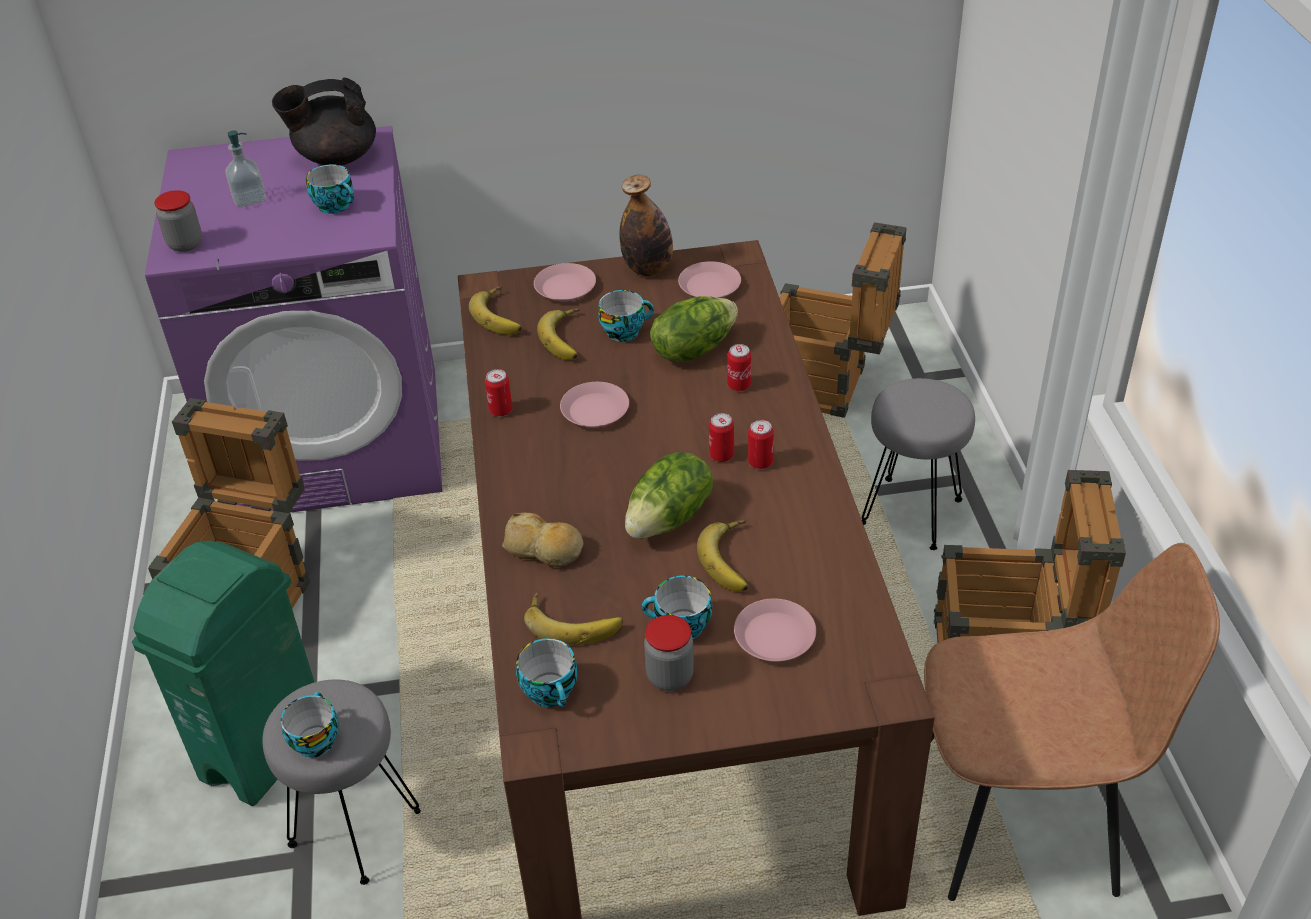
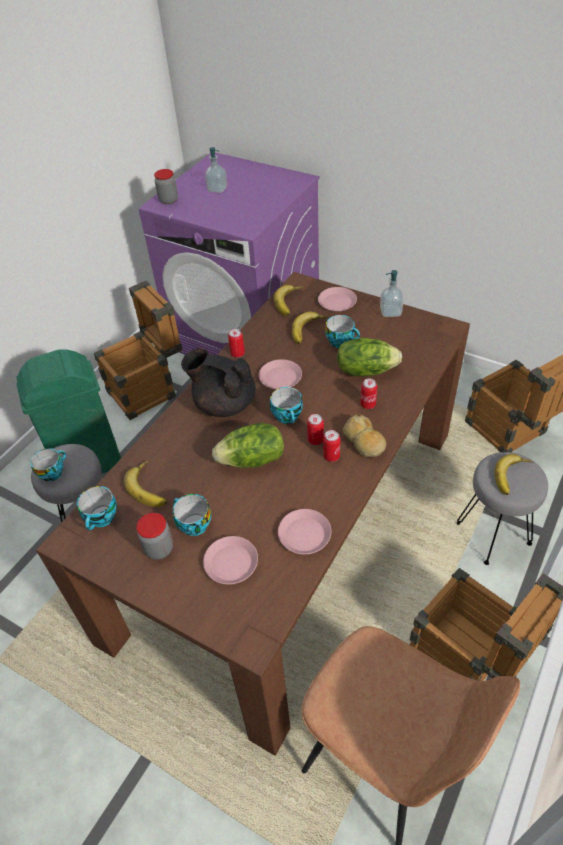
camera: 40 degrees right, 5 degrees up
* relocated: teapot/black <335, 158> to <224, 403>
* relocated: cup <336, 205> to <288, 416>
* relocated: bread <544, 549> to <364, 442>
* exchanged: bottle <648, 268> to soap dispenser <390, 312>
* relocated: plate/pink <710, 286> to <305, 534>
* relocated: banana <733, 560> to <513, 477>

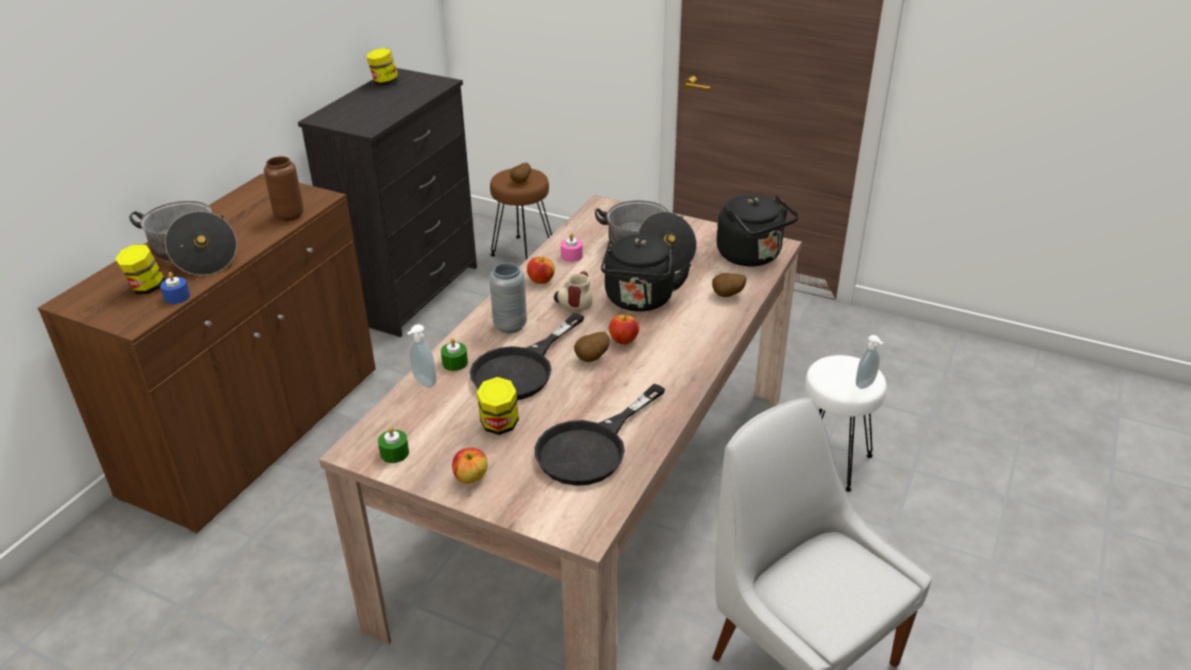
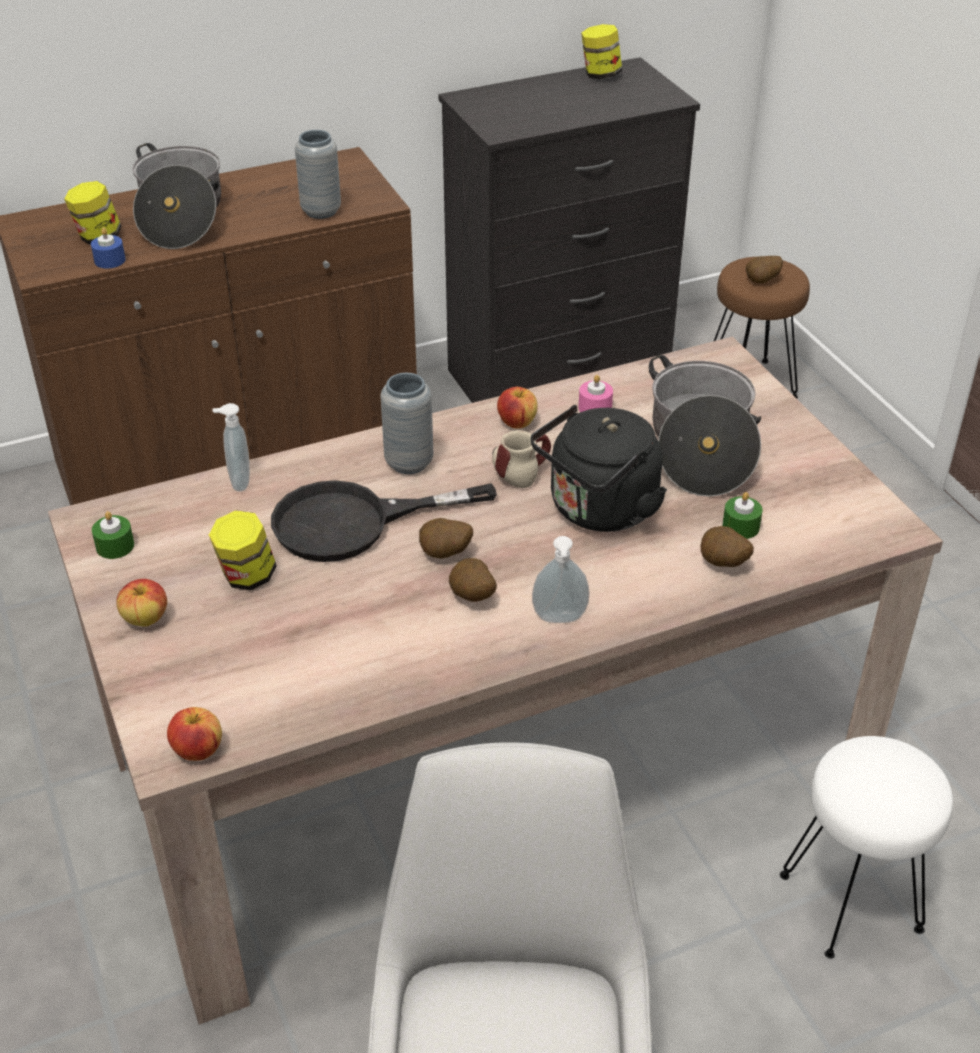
camera: 40 degrees right, 5 degrees up
* colour: vase/brown <289, 215> to vase/grey <321, 211>
* relocated: candle/green <455, 363> to <740, 527>
* missing: frying pan/black <592, 447>
* relocated: apple <623, 340> to <197, 750>
* missing: kettle/black <752, 256>
* relocated: soap dispenser <866, 385> to <559, 620>
* appeared: potato <471, 598>

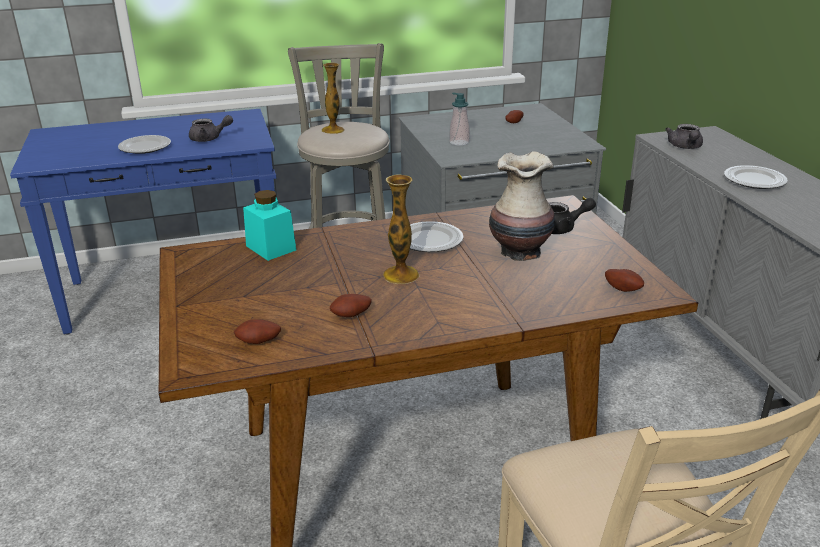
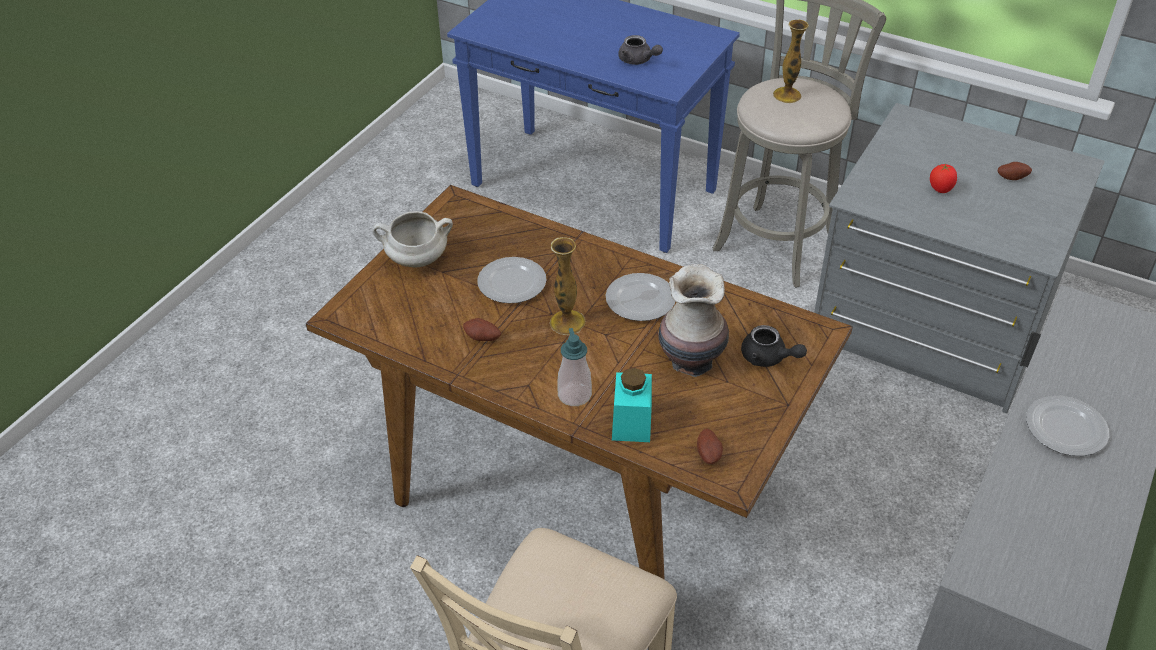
camera: 45 degrees right, 15 degrees up
* relocated: plate <145, 147> to <512, 283>
* missing: potato <259, 343>
* relocated: jar/turquoise <271, 248> to <631, 423>
* relocated: soap dispenser <459, 142> to <574, 395>
* missing: teapot/grey <685, 147>
* appeared: cooking pot/white <416, 260>
* appeared: tomato <940, 190>

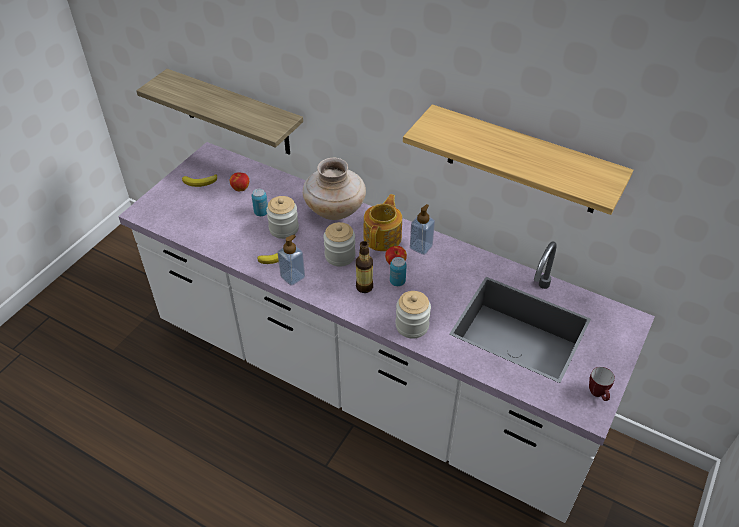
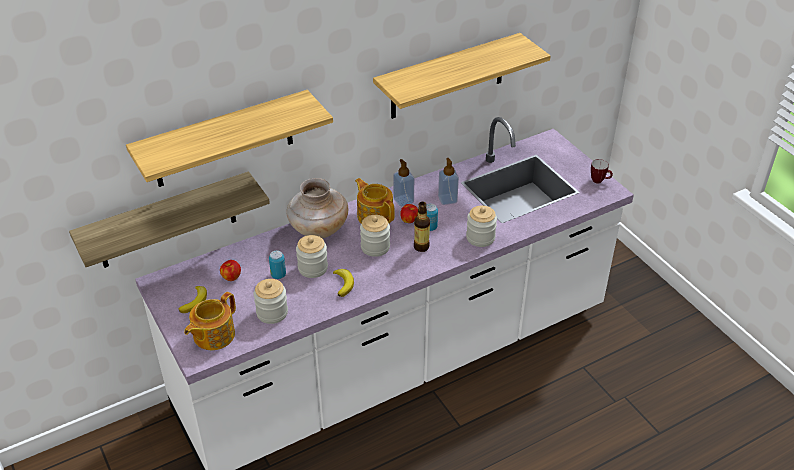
camera: 60 degrees left, 5 degrees down
* relocated: soap dispenser <292, 277> to <447, 199>
* appeared: shelf <223, 140>
* appeared: teapot <213, 335>
* appeared: jar <272, 313>

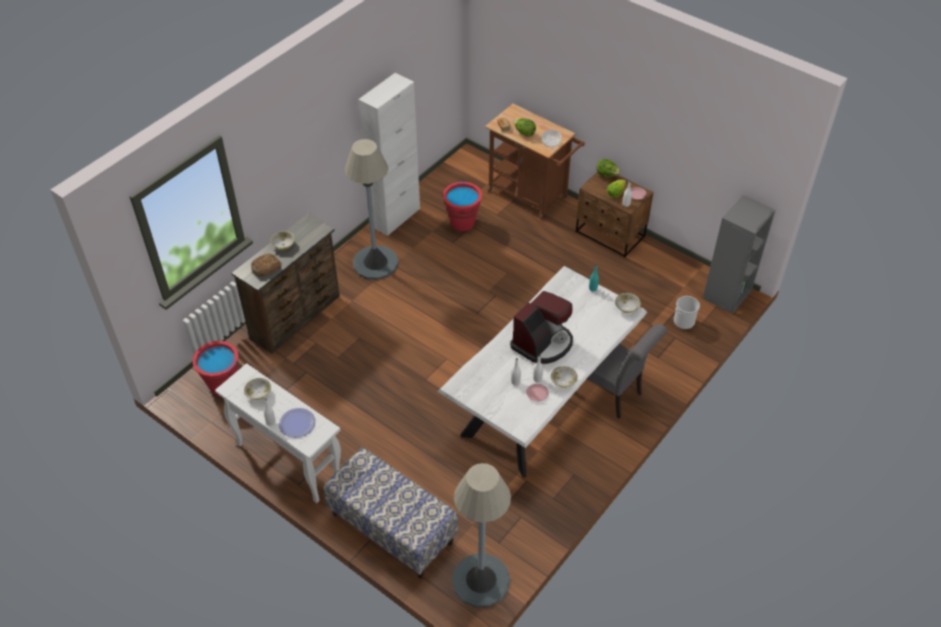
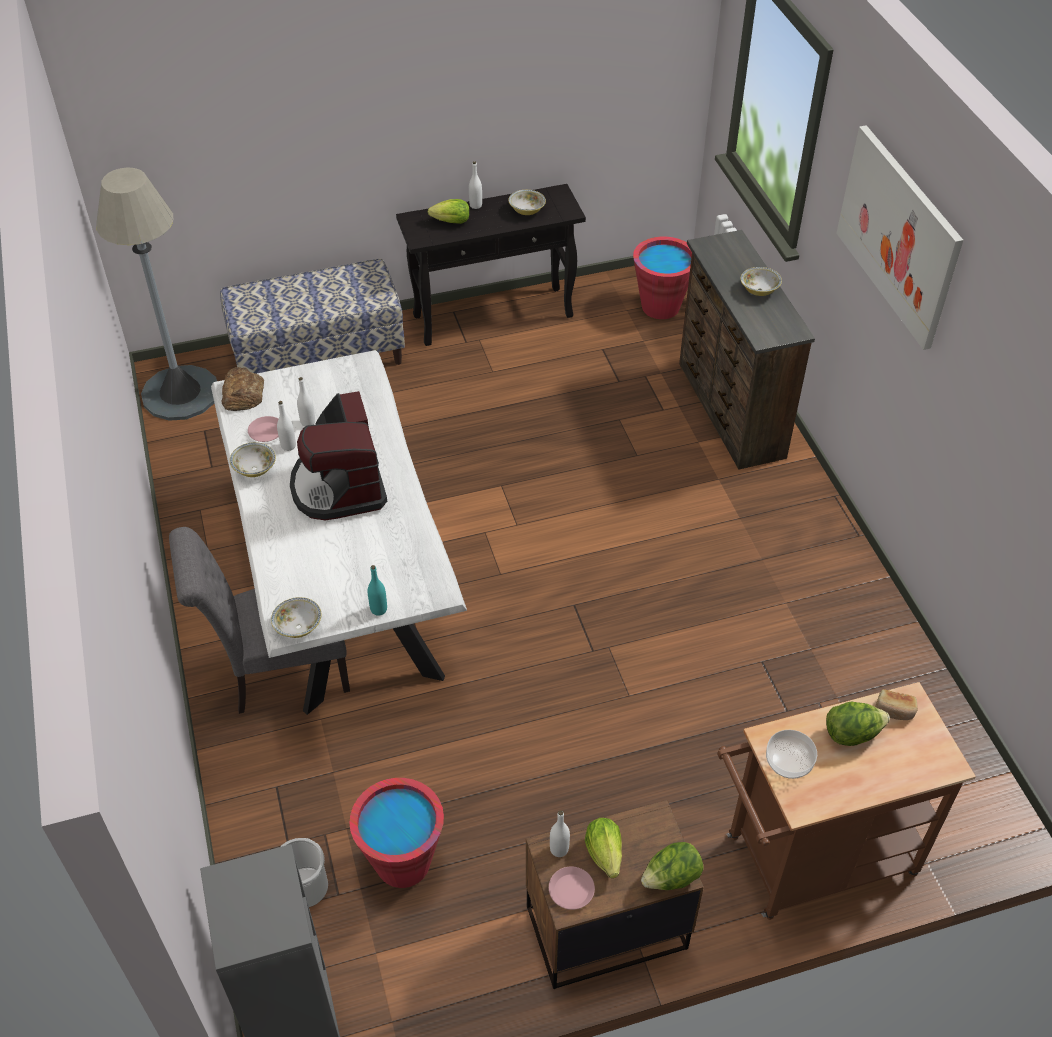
camera: 125 degrees right, 0 degrees up
* colour: console table/white <287, 461> to console table/black <494, 316>
* relocated: bread <265, 268> to <242, 394>
* exchanged: plate <297, 423> to lettuce <451, 222>
* missing: floor lamp/grey <375, 263>
* missing: cabinet/white <395, 217>
* relocated: bucket/red <462, 223> to <403, 862>
* appeared: picture <898, 235>

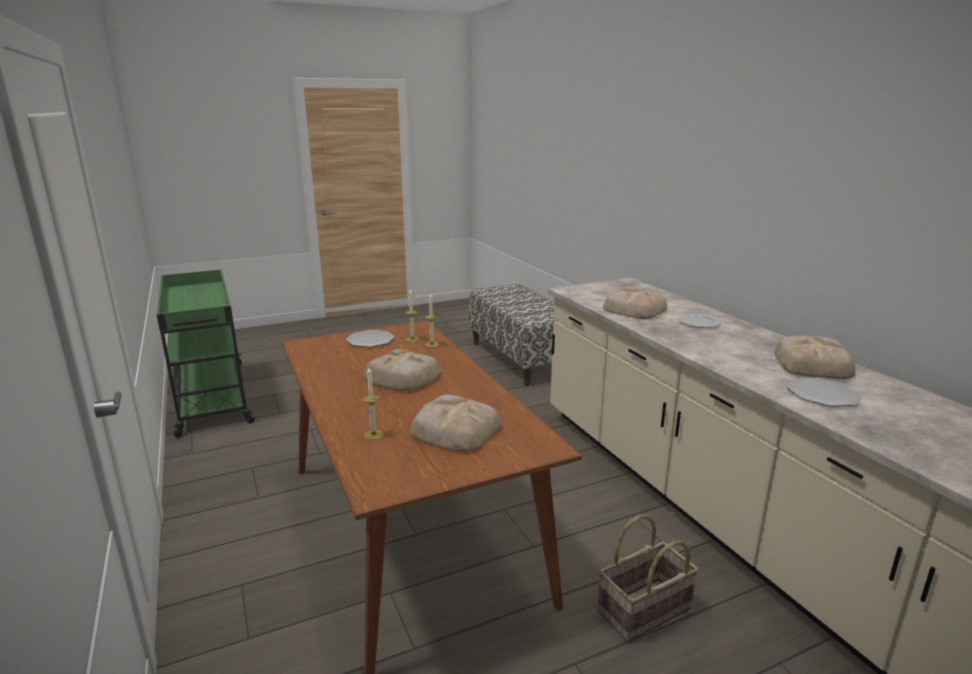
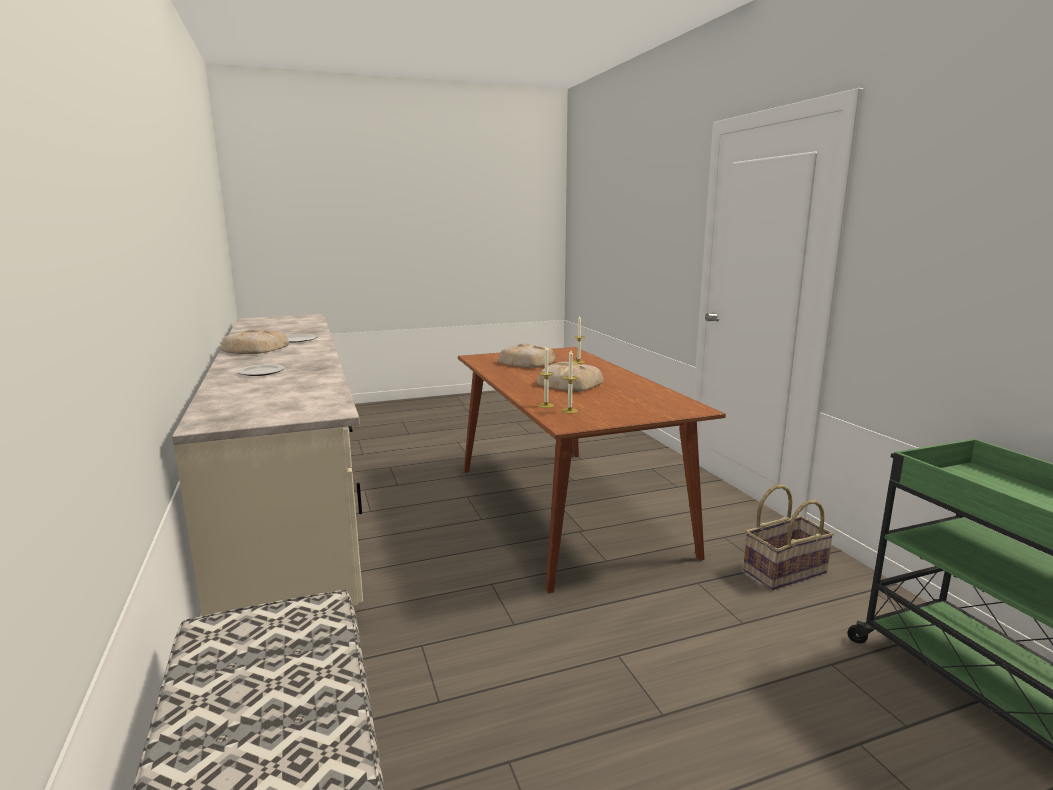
camera: 175 degrees left, 5 degrees down
* missing: plate <370, 340>
* relocated: basket <644, 611> to <784, 571>
* missing: bread <633, 309>

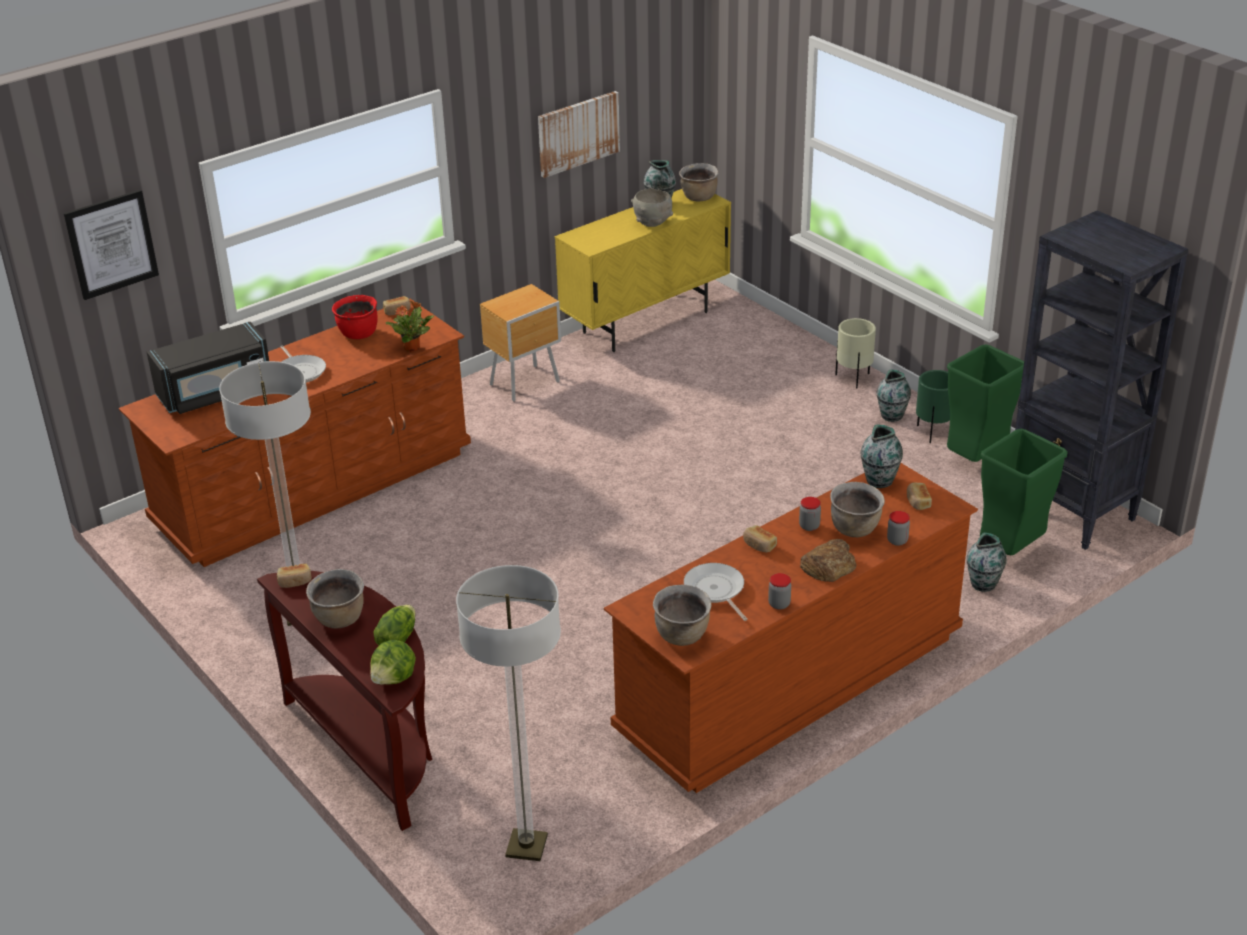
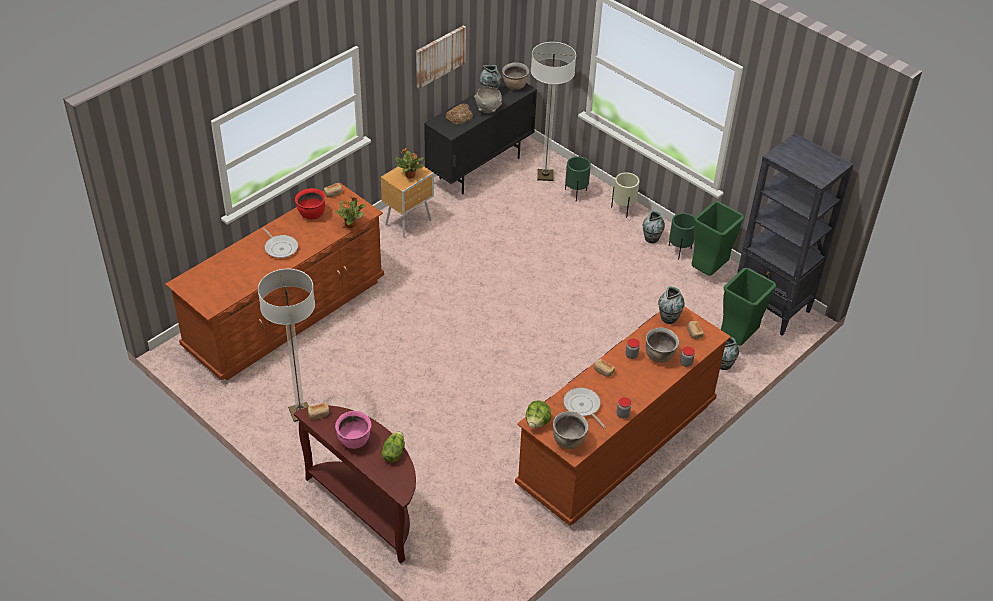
camera: 10 degrees left, 10 degrees up
* missing: picture <111, 244>
* missing: microwave/black <216, 393>
* colour: cooking pot/brown <340, 619> to cooking pot/pink <354, 441>
* relocated: lettuce <394, 679> to <537, 422>
* relocated: floor lamp <526, 846> to <545, 176>
* colour: cabinet/yellow <646, 322> to cabinet/black <480, 168>
* relocated: bread <828, 566> to <459, 117>
* appeared: potted plant <410, 176>
* appeared: planter/green <576, 194>

